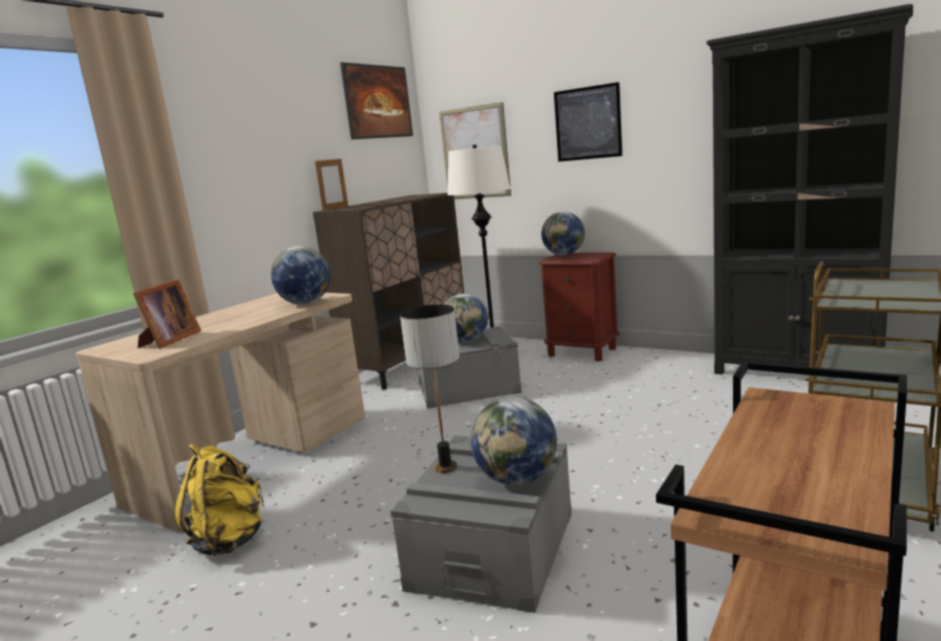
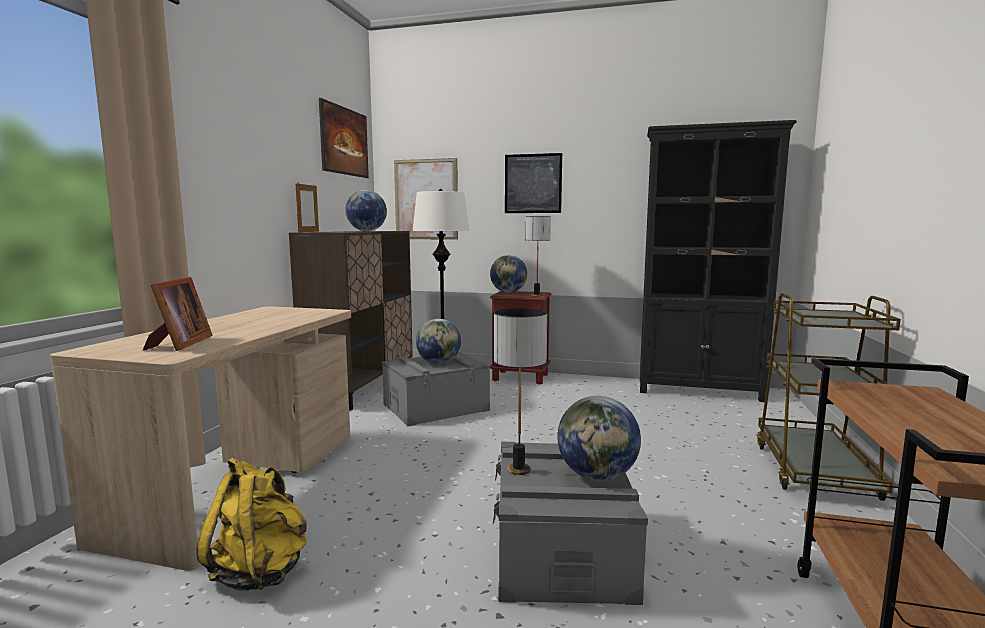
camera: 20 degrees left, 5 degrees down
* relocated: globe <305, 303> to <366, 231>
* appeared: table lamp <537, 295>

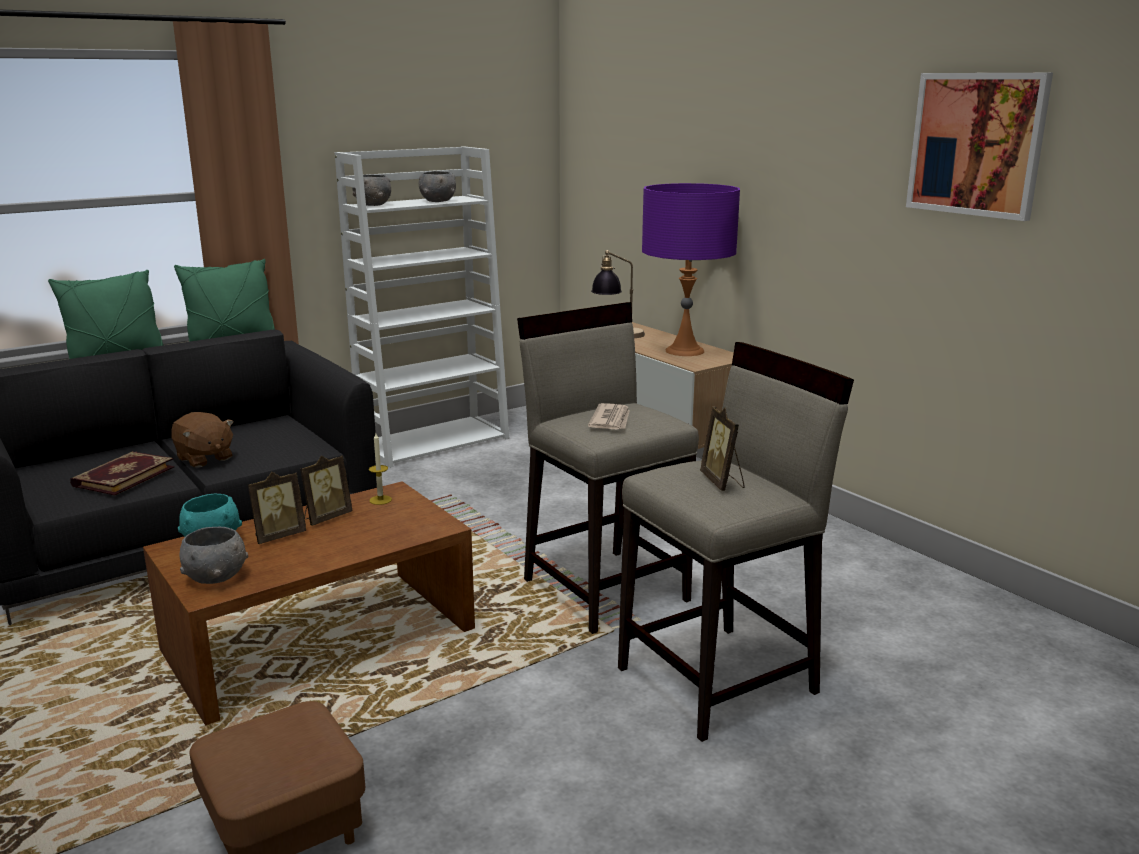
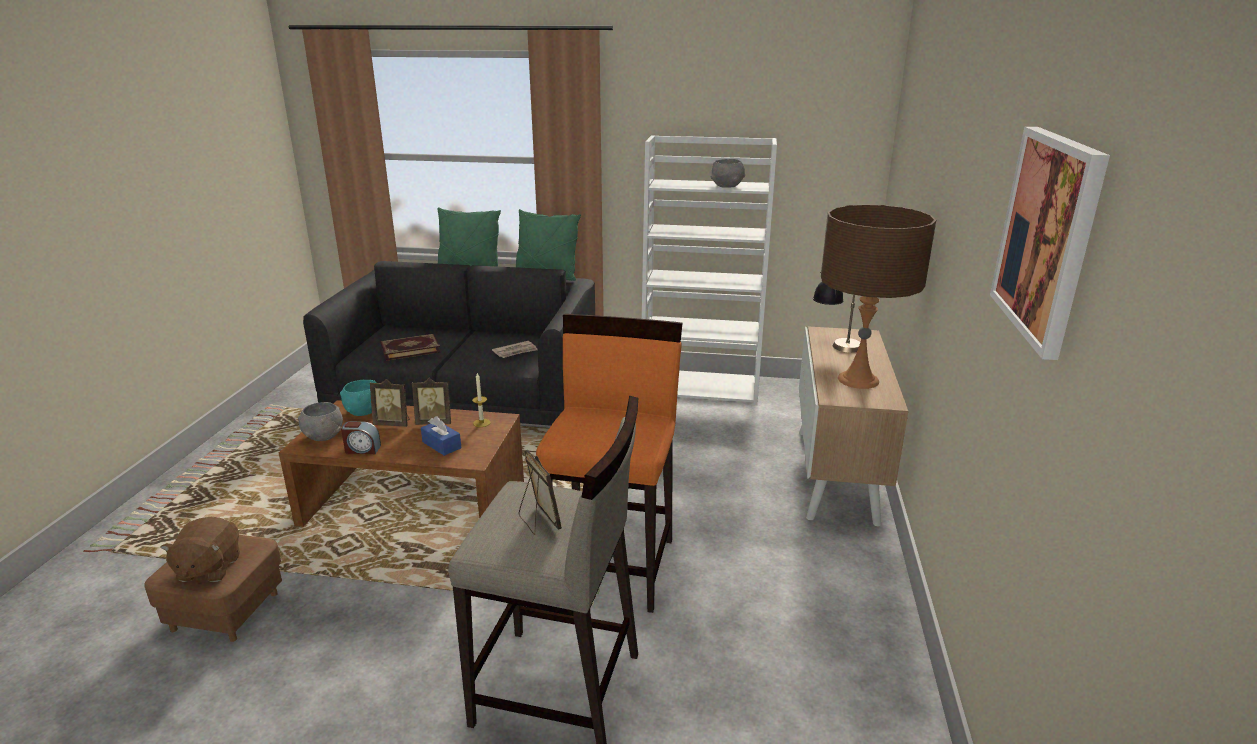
camera: 45 degrees right, 5 degrees up
* relocated: plush toy/brown <204, 458> to <208, 568>
* missing: bowl/grey <372, 205>
* colour: stool/beige <605, 589> to stool/orange <613, 566>
* relocated: newspaper <611, 420> to <515, 351>
* colour: table lamp/purple <685, 351> to table lamp/brown <858, 380>
* spun: picture frame <723, 482> = <538, 521> 120 degrees clockwise
* appeared: alarm clock <362, 449>
* appeared: tissue box/blue <441, 445>

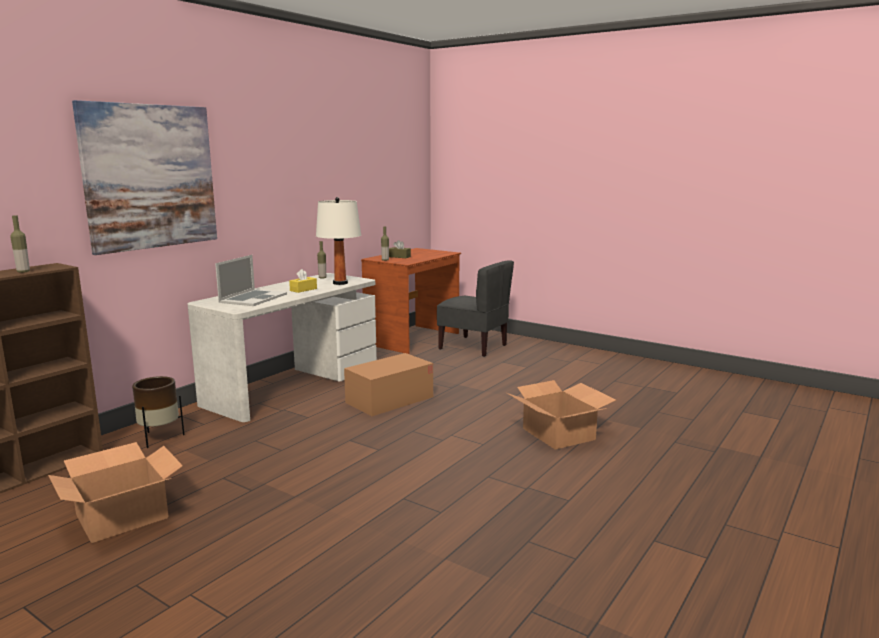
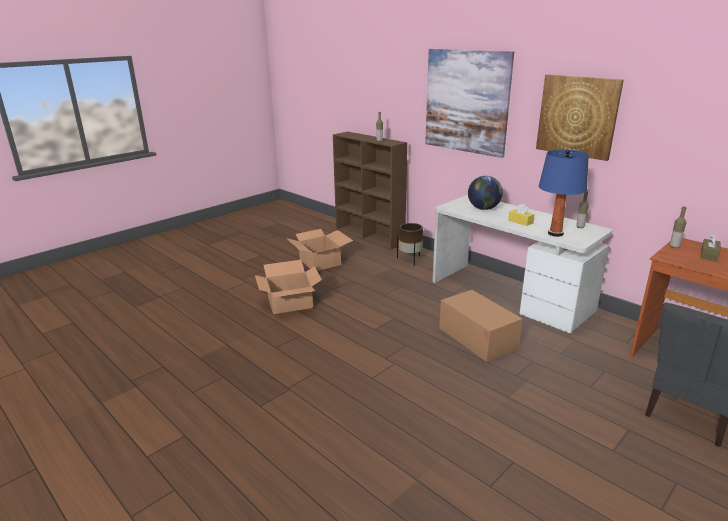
camera: 100 degrees right, 10 degrees up
* exchanged: laptop <253, 298> to globe <484, 208>
* colour: table lamp/white <340, 283> to table lamp/blue <555, 234>
* relocated: cardboard box <559, 434> to <290, 303>
* appeared: picture <577, 116>

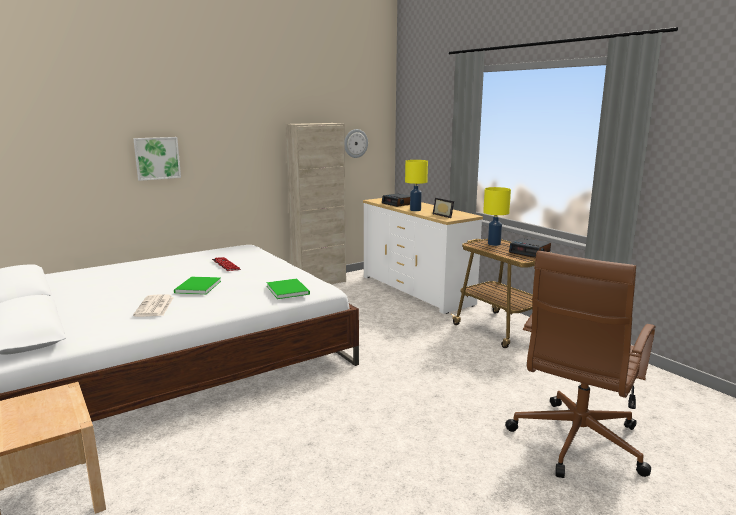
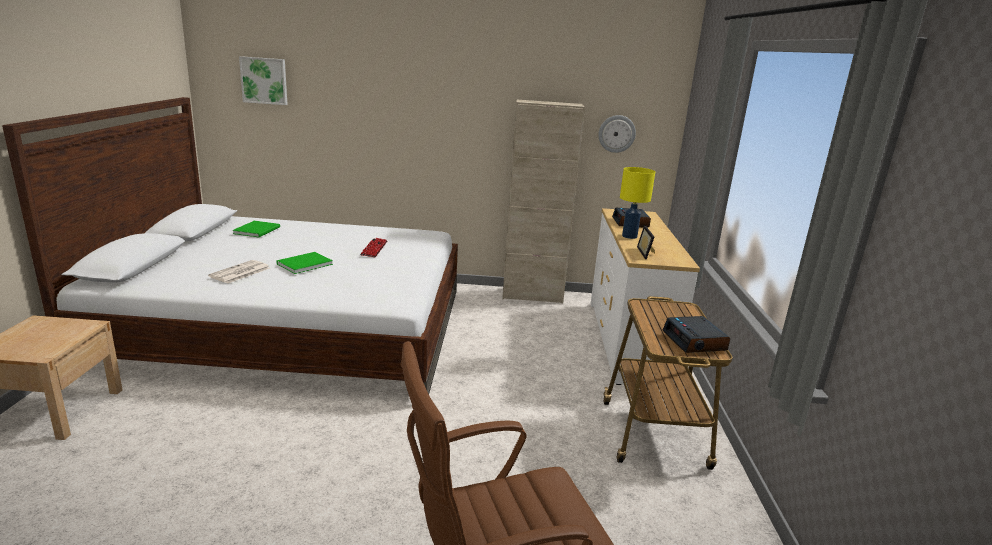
camera: 35 degrees right, 5 degrees up
* relocated: picture <157, 158> to <264, 80>
* relocated: book/green <288, 289> to <258, 230>
* missing: table lamp/yellow <494, 244>

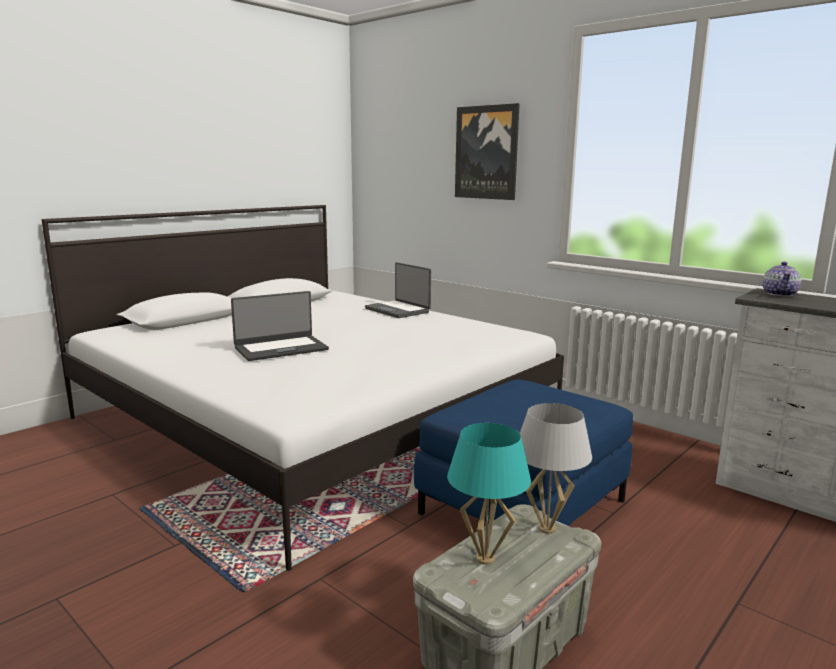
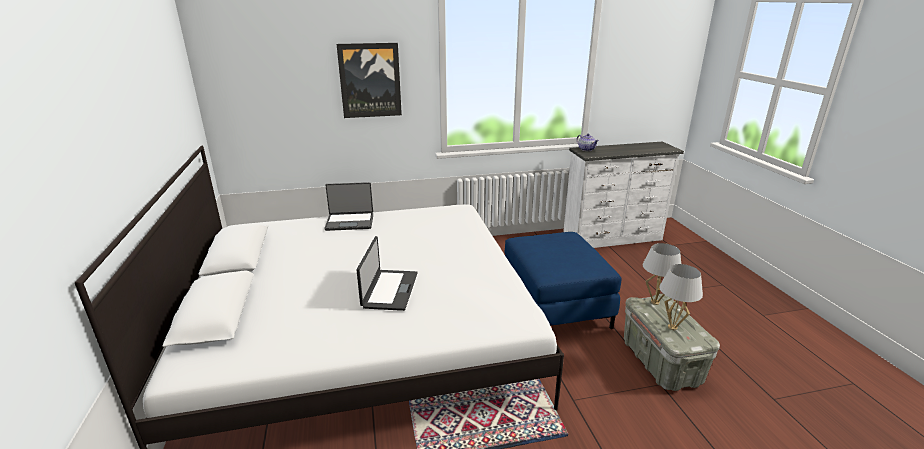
camera: 55 degrees left, 10 degrees up
* colour: table lamp/turquoise <485, 558> to table lamp/white <672, 327>

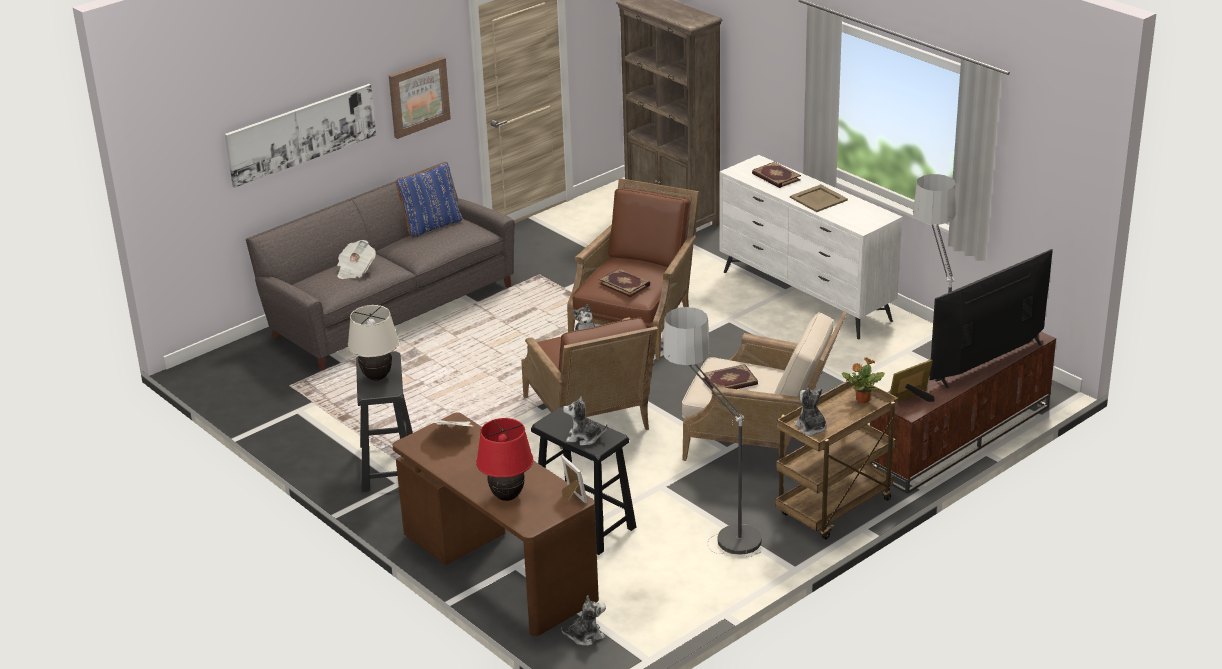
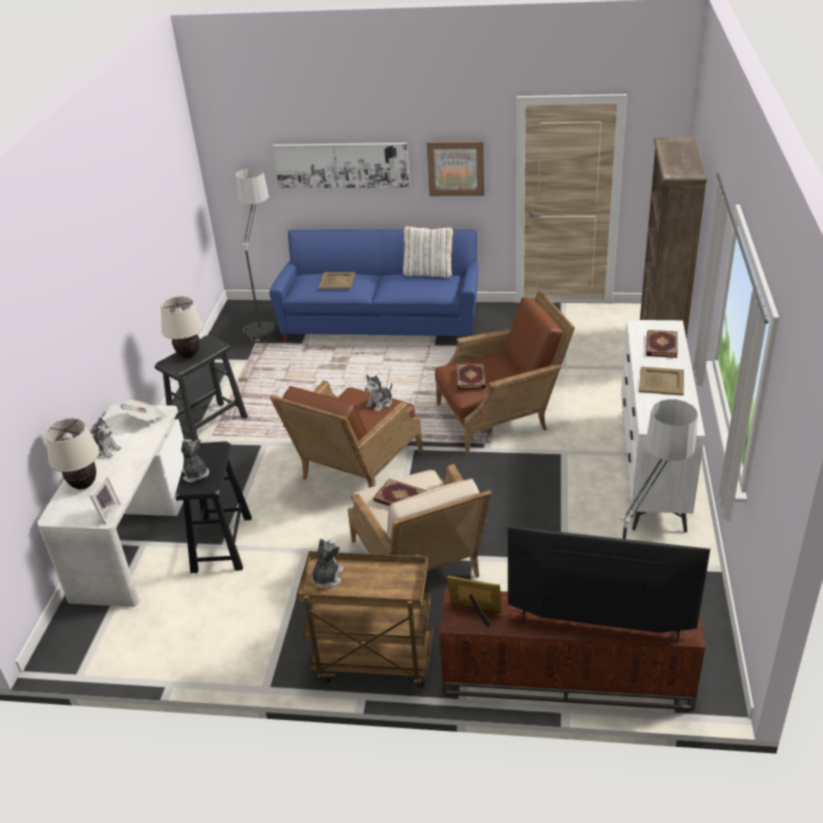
camera: 50 degrees right, 5 degrees up
* colour: sofa/grey <389, 309> to sofa/blue <381, 323>
* exchanged: newspaper <355, 270> to tray/beige <336, 281>
* colour: desk/brown <497, 568> to desk/white <134, 537>
* colour: pillow/blue <431, 225> to pillow/white <429, 273>
* colour: table lamp/red <507, 496> to table lamp/beige <84, 485>
* relocated: plush toy <585, 636> to <105, 450>
* relocated: floor lamp <713, 527> to <265, 320>
* missing: potted plant <862, 399>

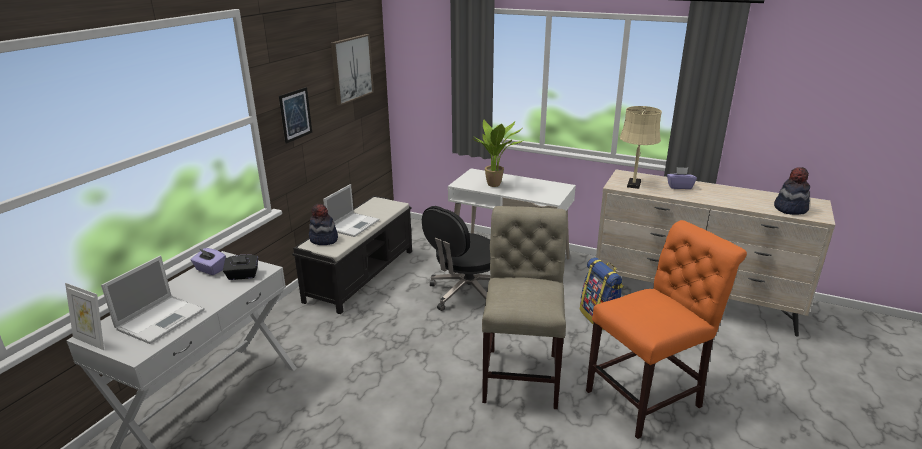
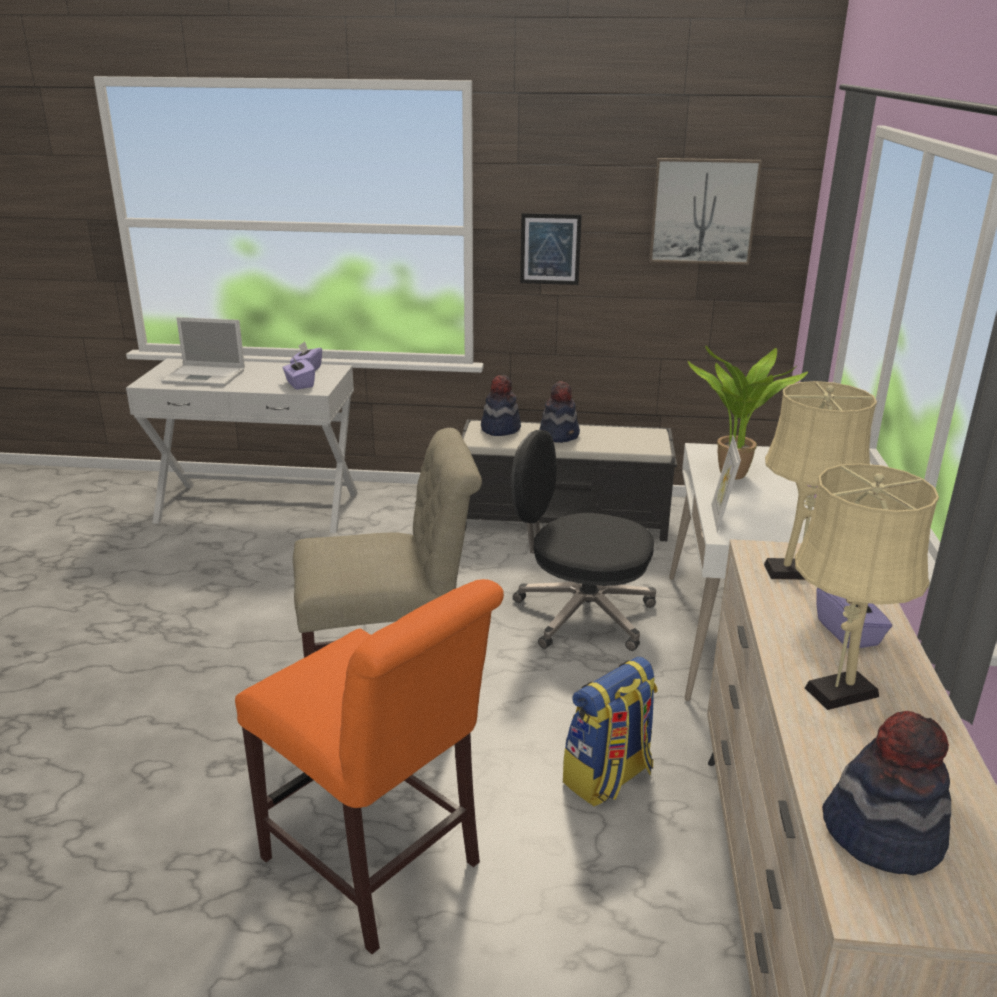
camera: 70 degrees right, 0 degrees up
* relocated: picture frame <92, 341> to <720, 518>
* colour: tissue box/black <242, 275> to tissue box/purple <299, 384>
* exchanged: laptop <353, 224> to hat <559, 435>
* appeared: table lamp/beige <835, 693>

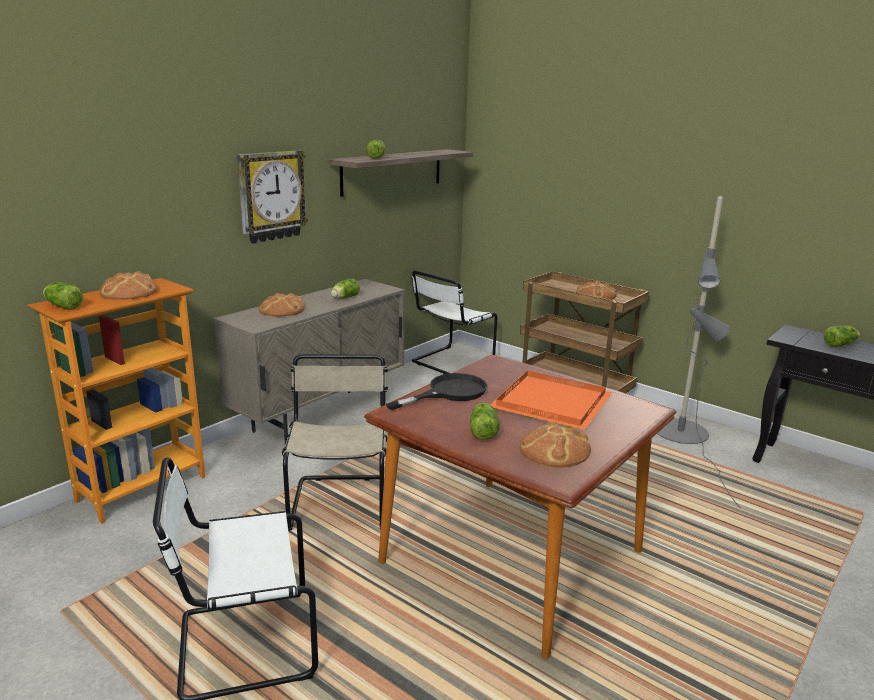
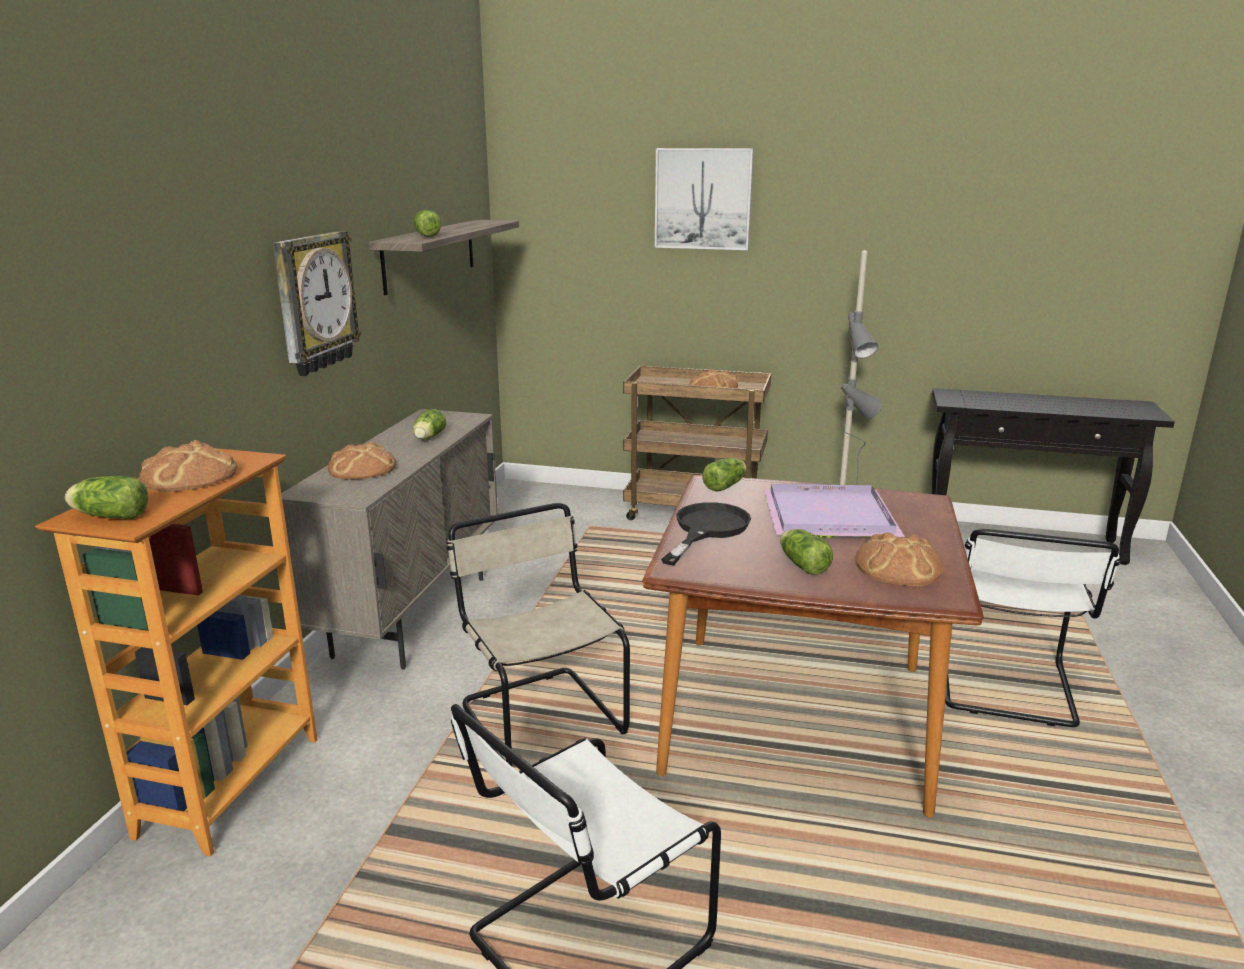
camera: 25 degrees left, 0 degrees up
* relocated: chair/white <450, 362> to <1005, 688>
* colour: tray/orange <550, 402> to tray/purple <826, 515>
* relocated: lettuce <841, 345> to <726, 486>
* appeared: picture <703, 199>

